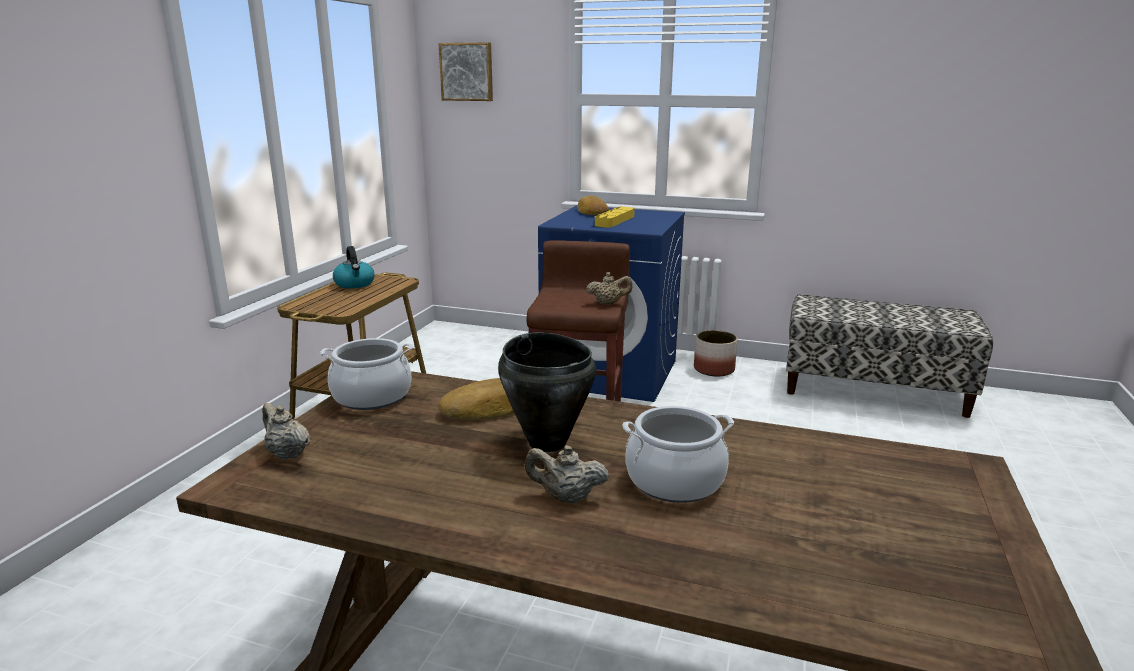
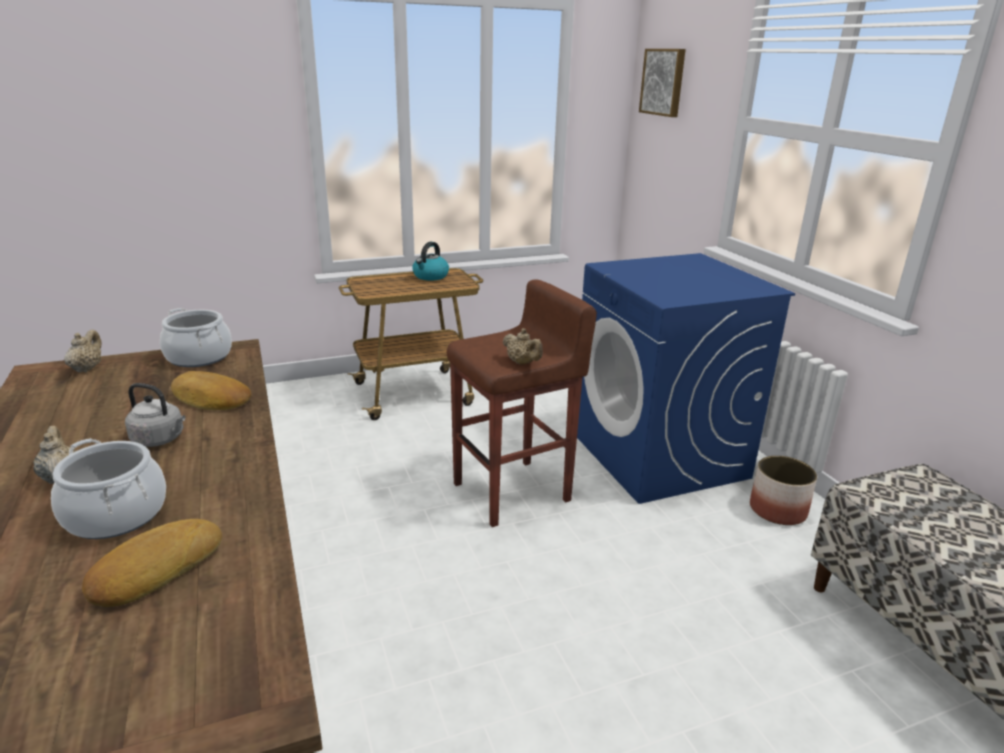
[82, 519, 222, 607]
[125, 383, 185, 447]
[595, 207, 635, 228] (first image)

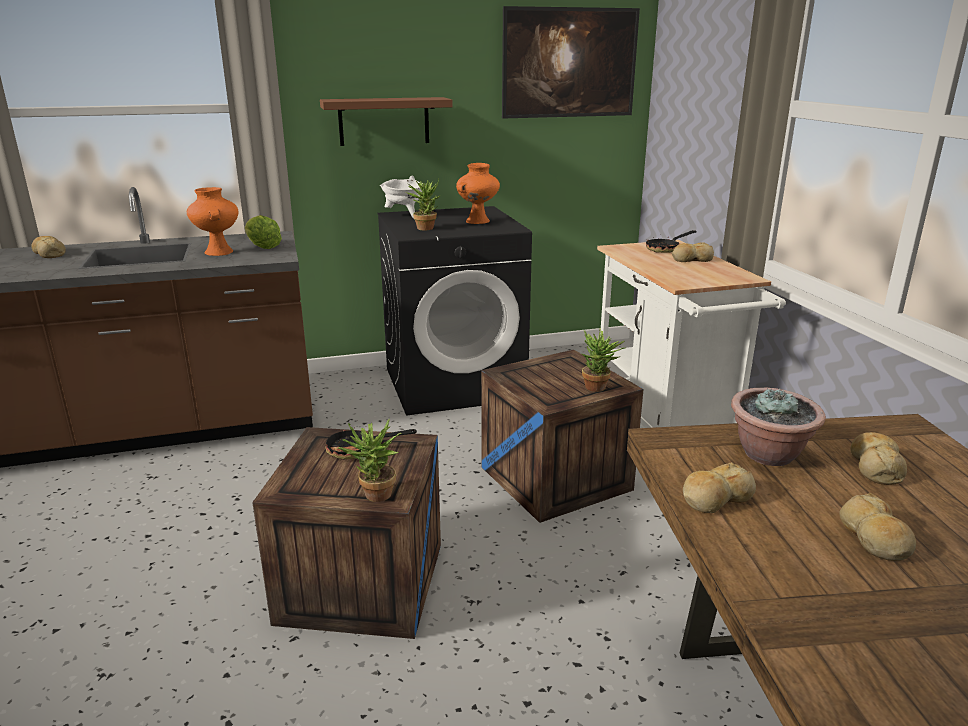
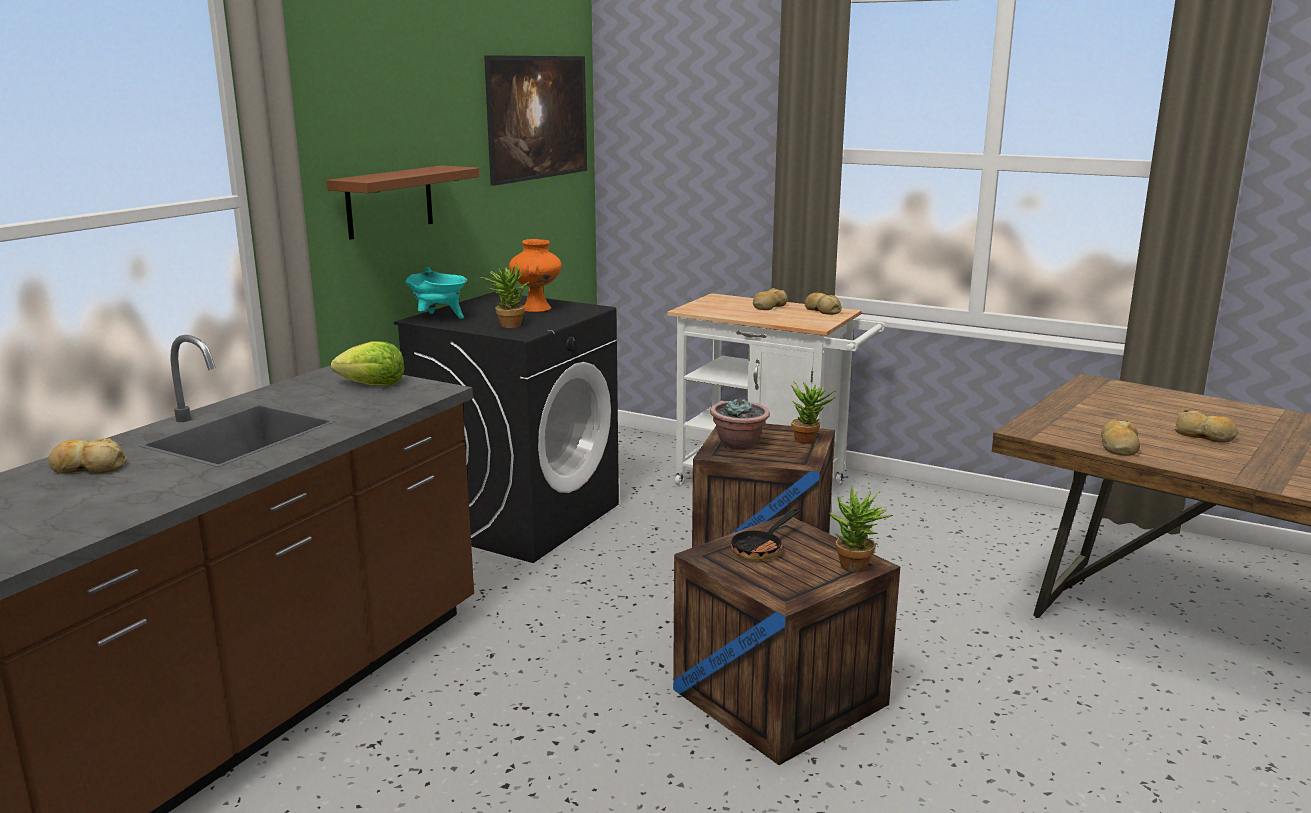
[405, 267, 467, 319]
[710, 399, 770, 450]
[805, 293, 842, 315]
[187, 187, 238, 256] (first image)
[646, 230, 697, 253] (first image)

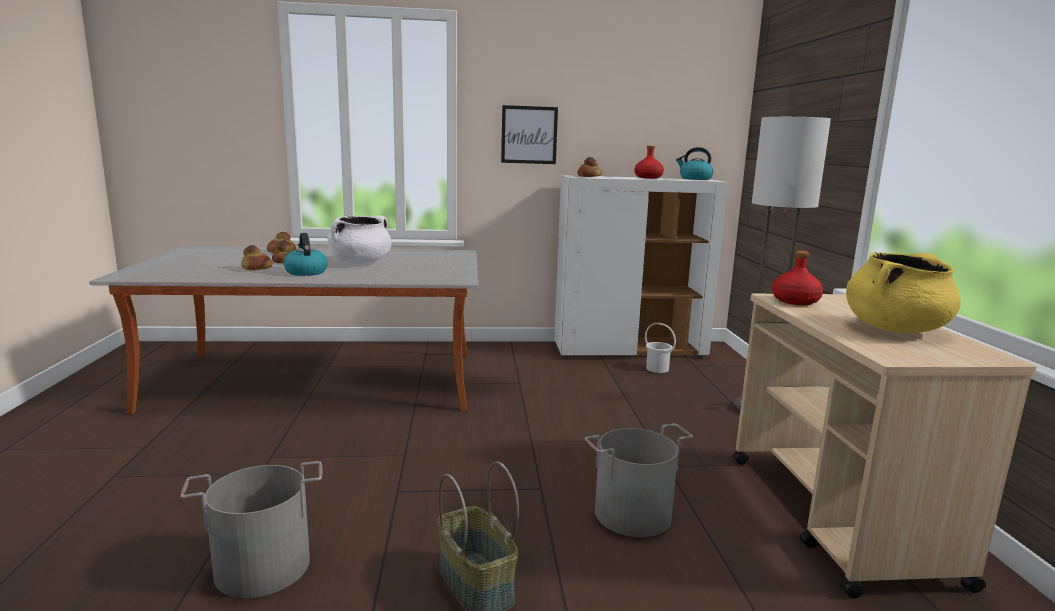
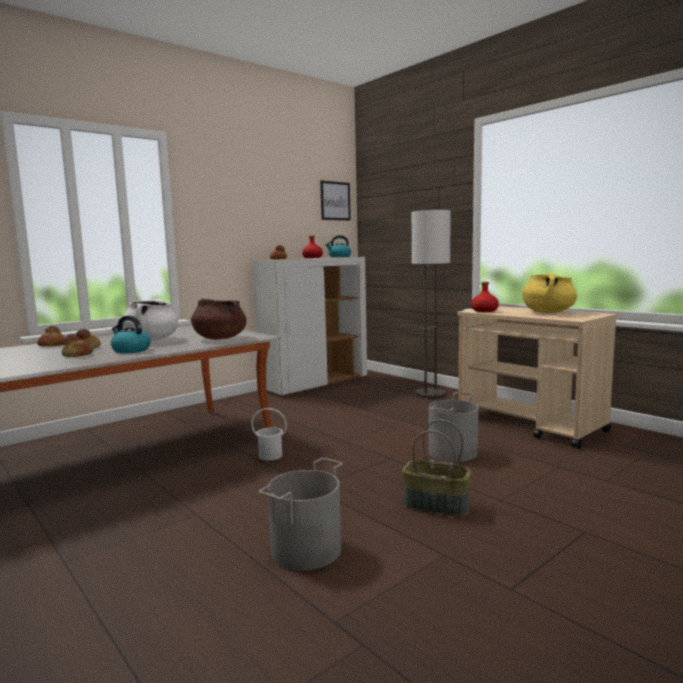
[191, 298, 247, 340]
[251, 408, 287, 460]
[320, 181, 351, 220]

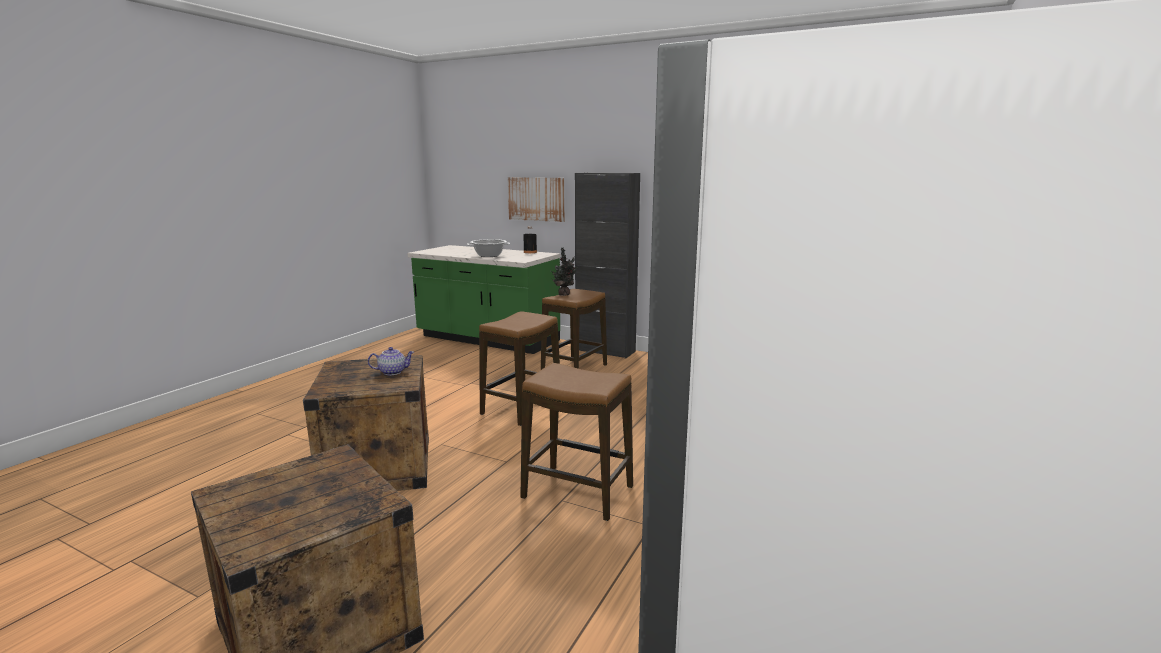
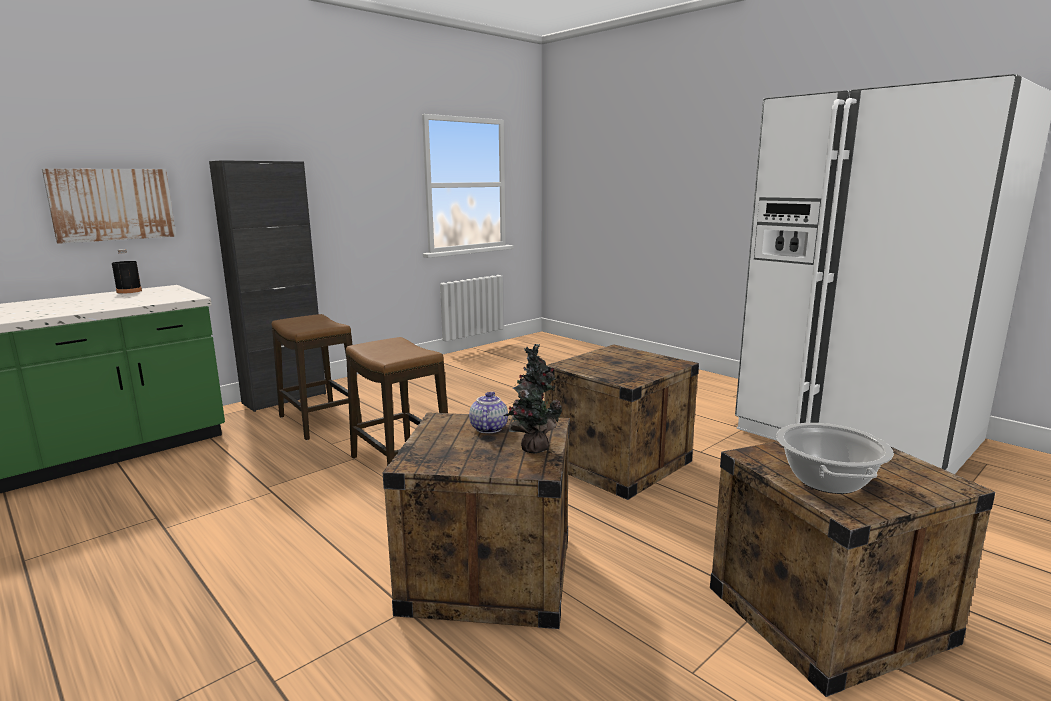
[503, 344, 562, 453]
[544, 344, 699, 500]
[776, 423, 894, 494]

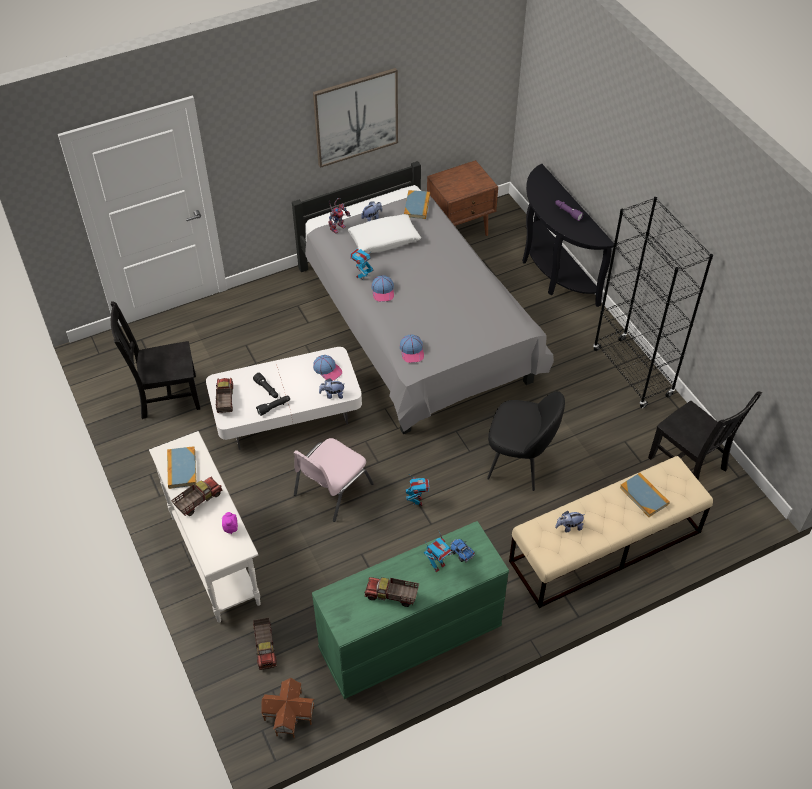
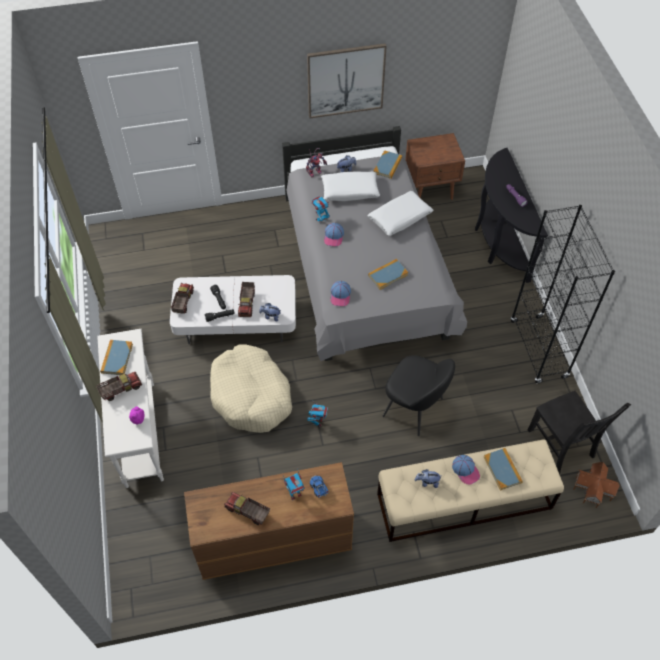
[184, 462, 354, 580]
[210, 345, 292, 433]
[238, 282, 255, 317]
[368, 191, 434, 236]
[368, 259, 408, 290]
[452, 455, 480, 485]
[573, 462, 620, 508]
[111, 301, 200, 419] (first image)

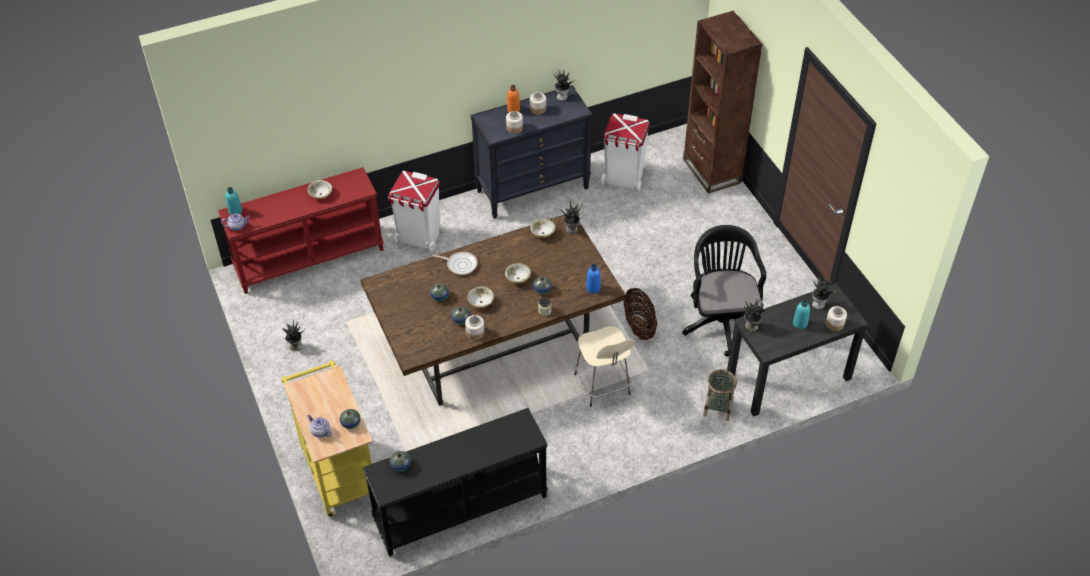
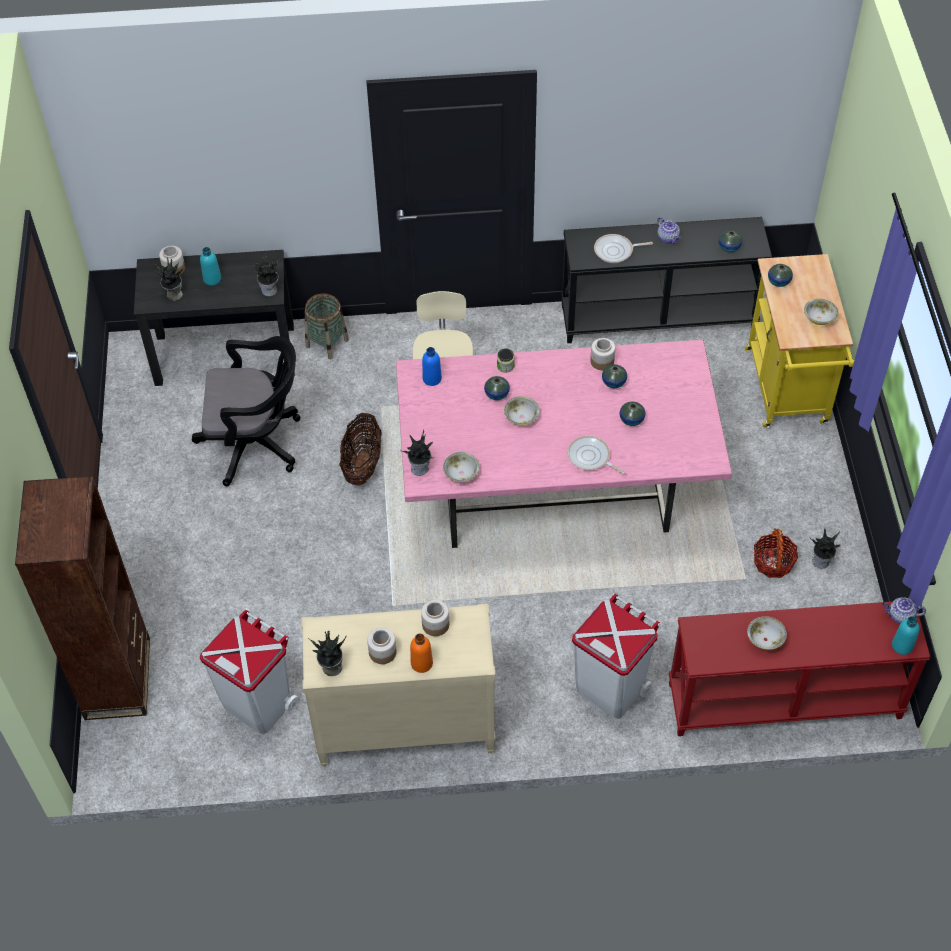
[192, 336, 300, 486]
[301, 604, 496, 766]
[396, 340, 732, 548]
[594, 234, 653, 263]
[657, 217, 681, 244]
[754, 529, 798, 578]
[804, 298, 839, 325]

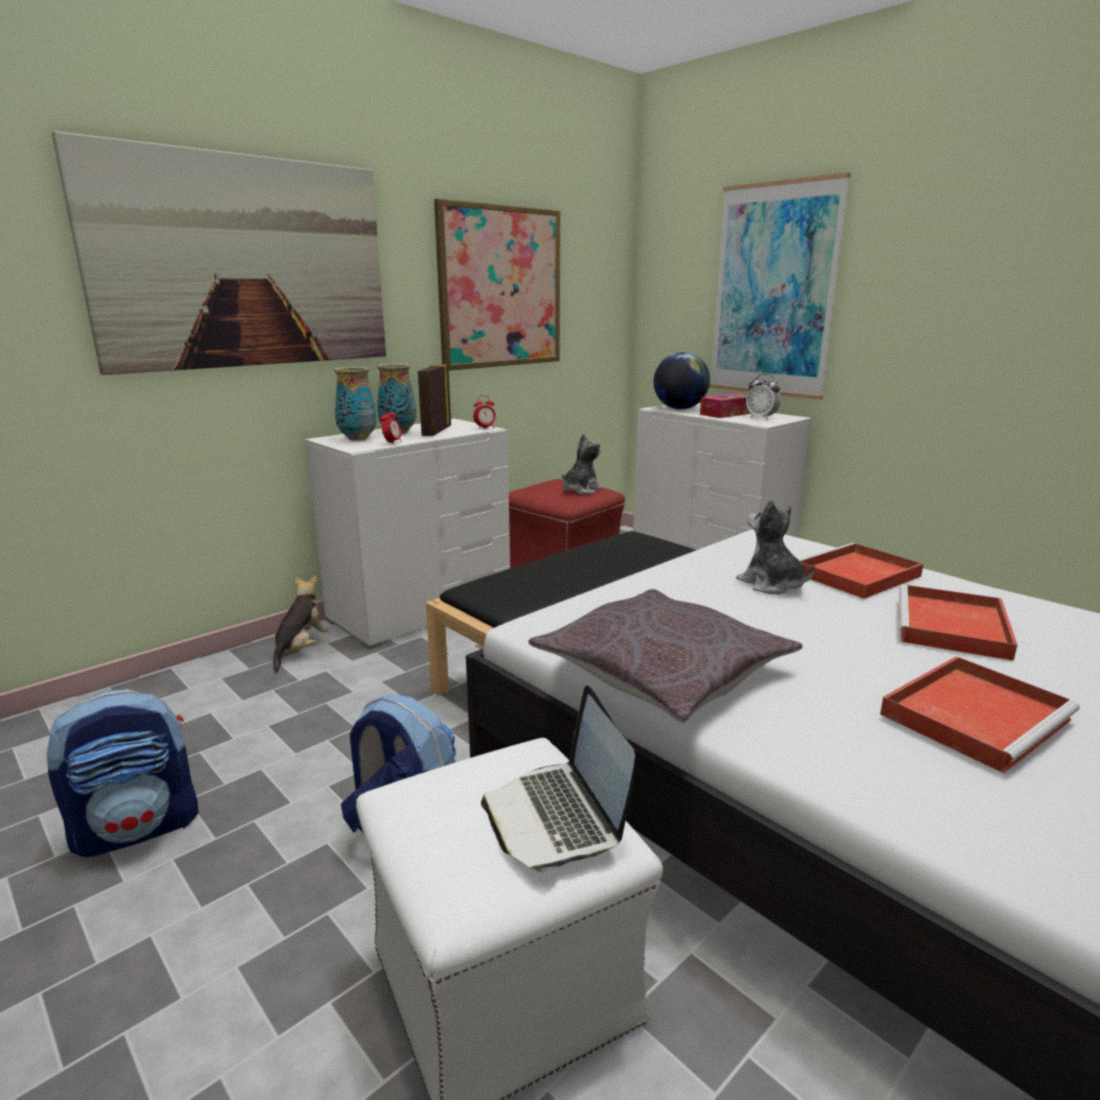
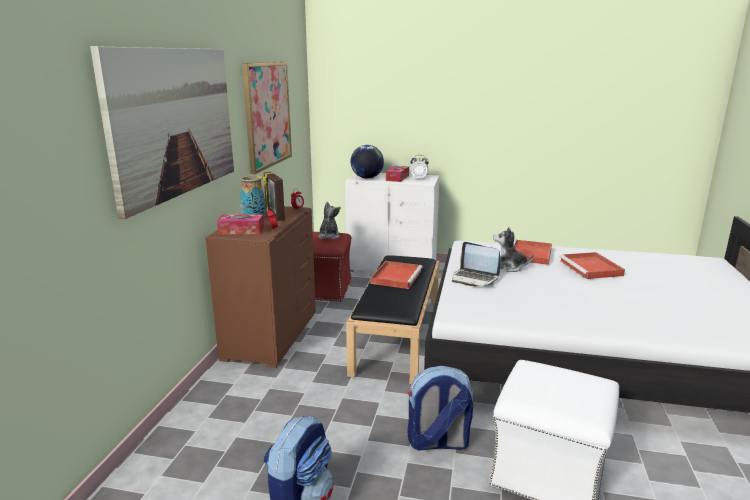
[205, 206, 316, 368]
[217, 215, 264, 234]
[370, 261, 423, 289]
[452, 242, 500, 286]
[273, 575, 329, 673] (first image)
[528, 589, 803, 723] (first image)
[709, 172, 851, 400] (first image)

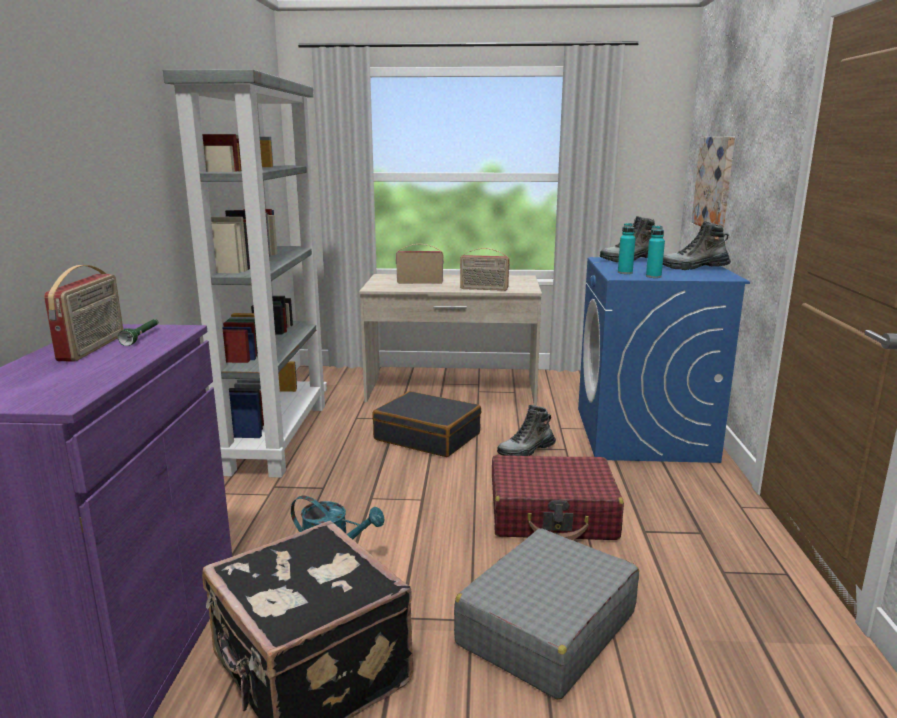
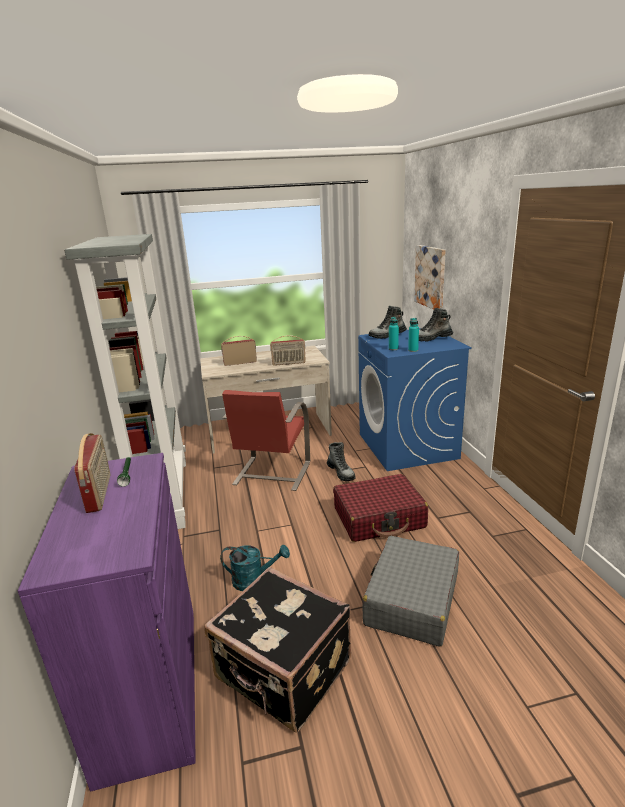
[222, 390, 310, 491]
[327, 442, 356, 481]

